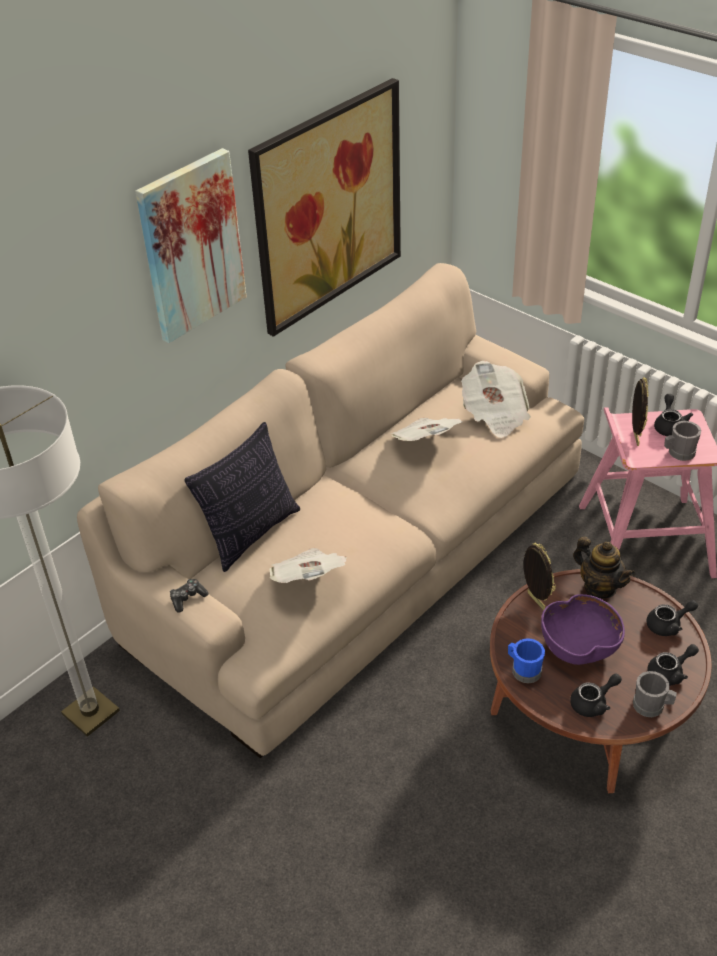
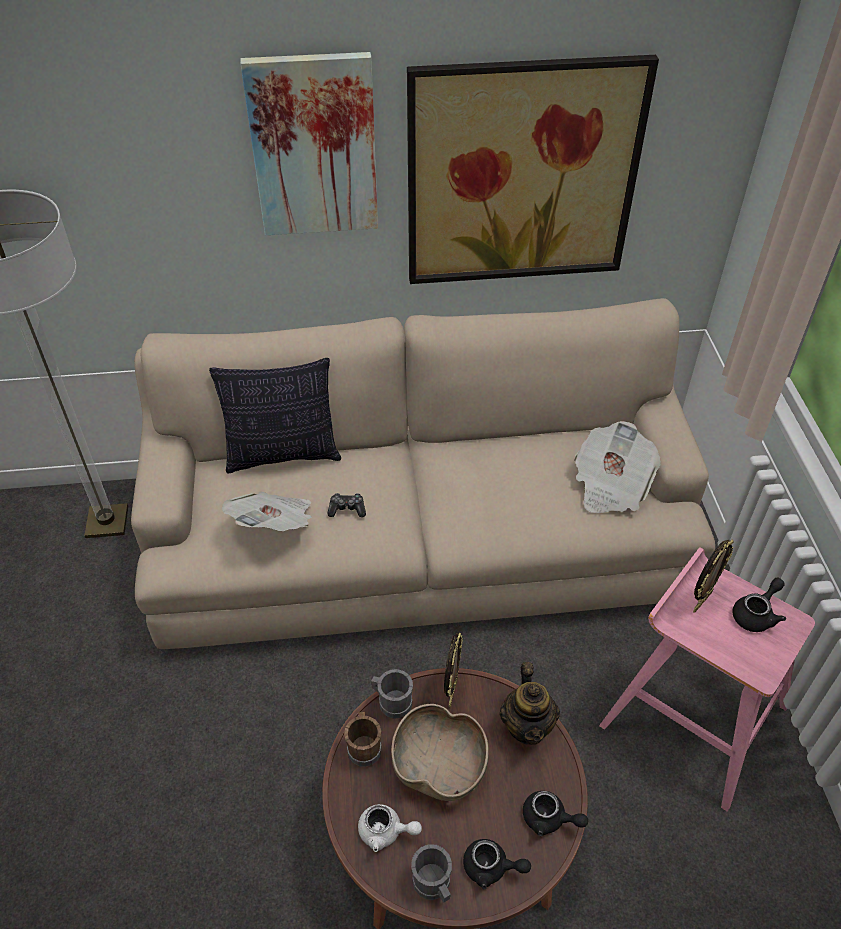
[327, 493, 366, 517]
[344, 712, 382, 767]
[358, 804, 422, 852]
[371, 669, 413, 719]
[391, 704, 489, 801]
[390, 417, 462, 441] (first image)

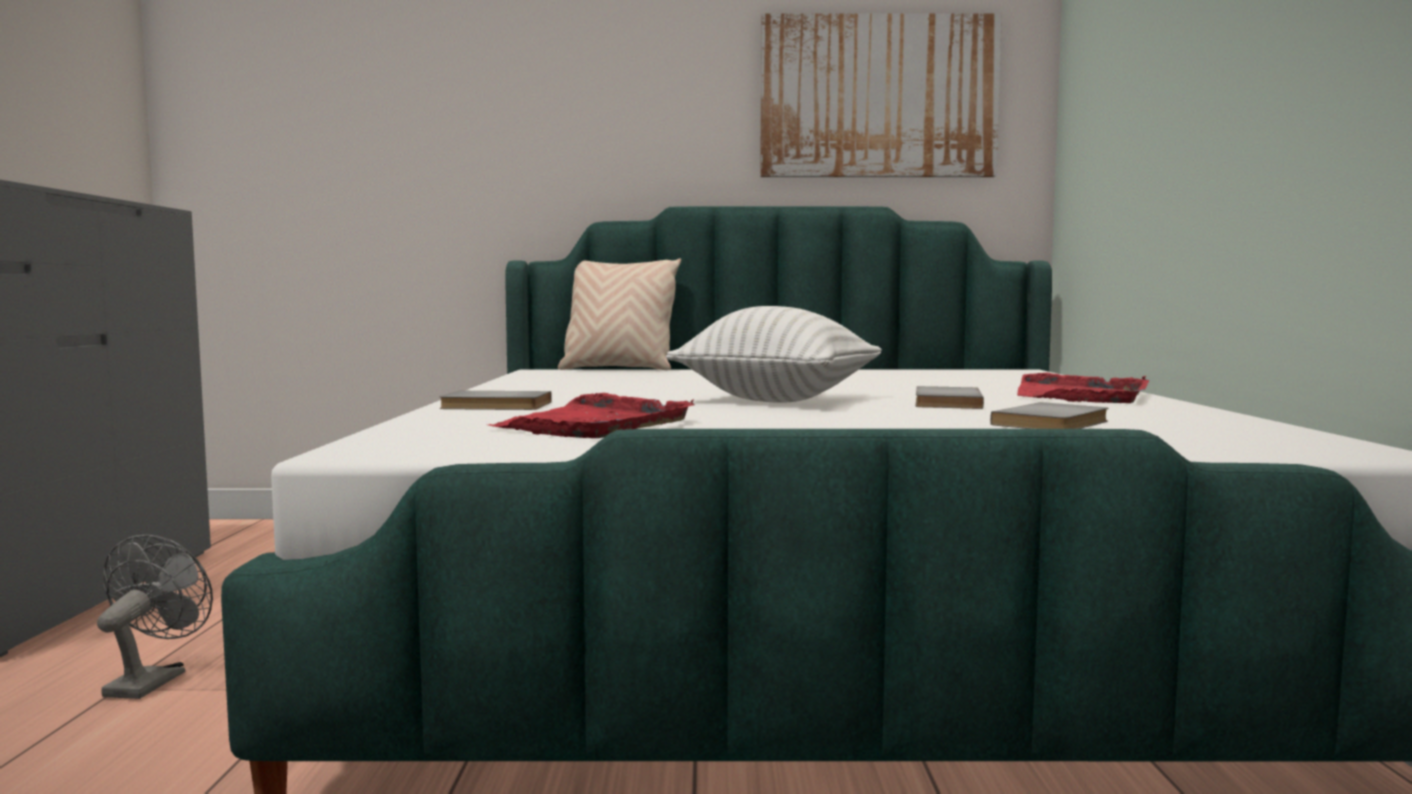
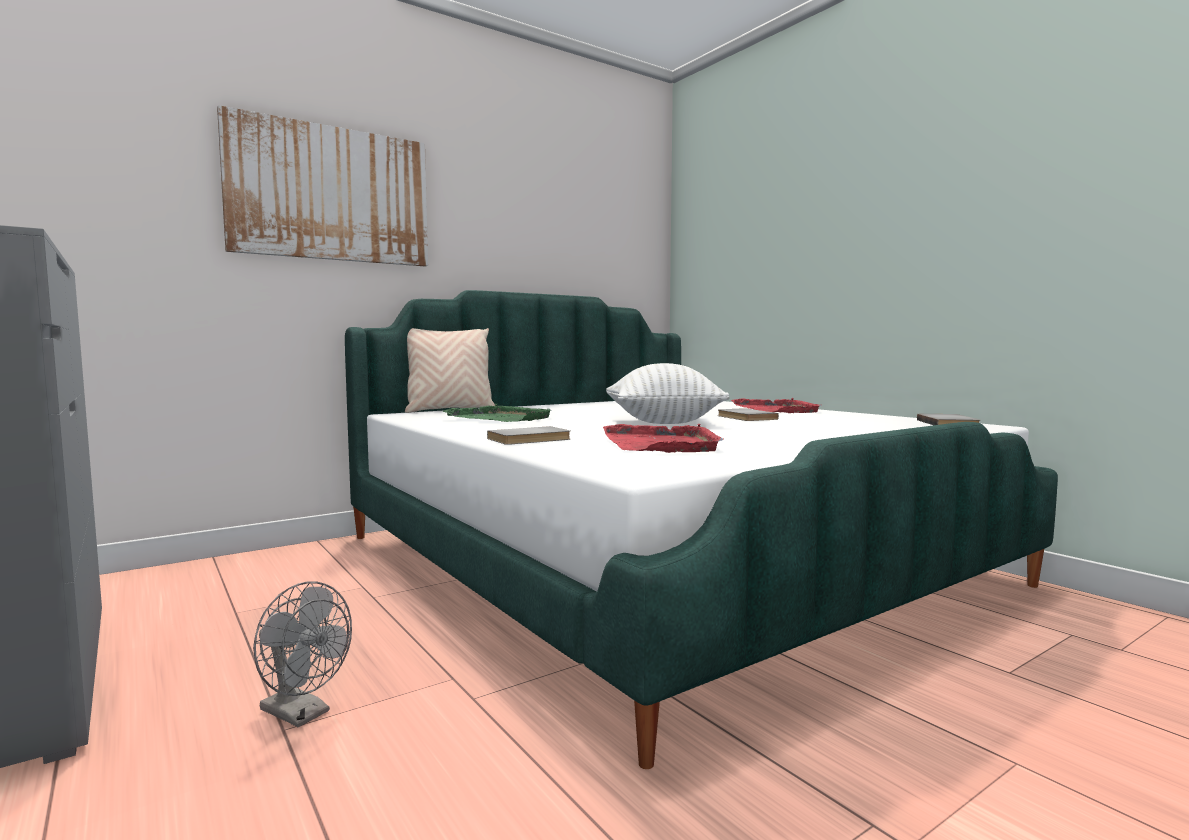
[217, 105, 428, 267]
[253, 581, 352, 727]
[443, 404, 551, 422]
[917, 414, 980, 425]

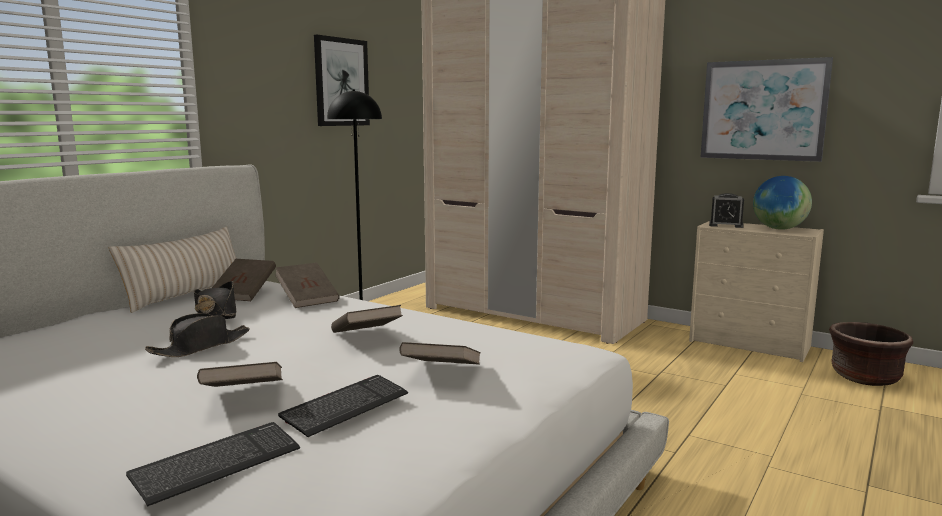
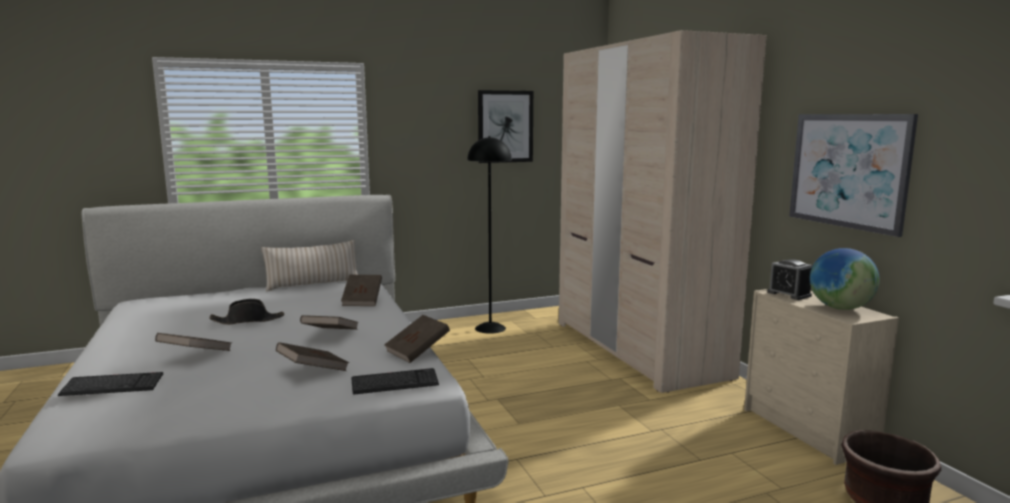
[351, 368, 439, 395]
[384, 315, 450, 363]
[194, 281, 236, 319] (first image)

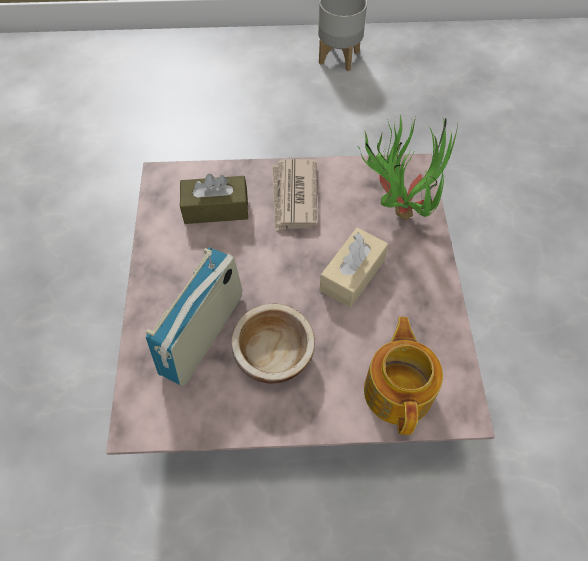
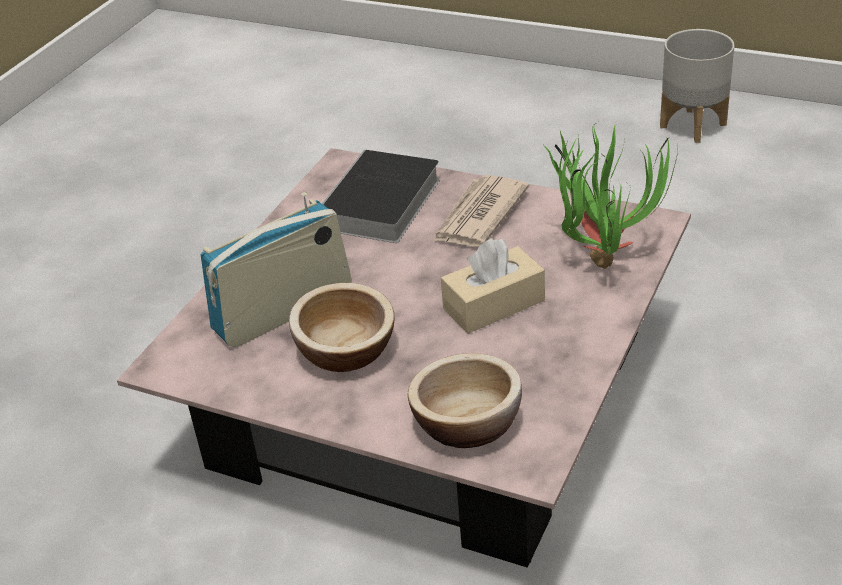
[322, 150, 440, 243]
[408, 353, 522, 448]

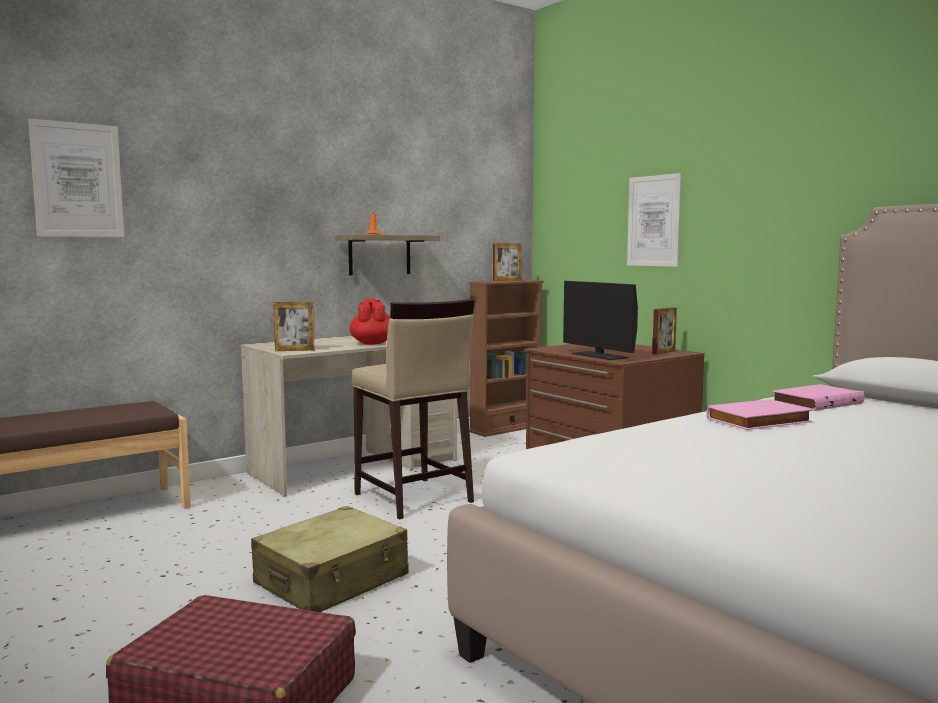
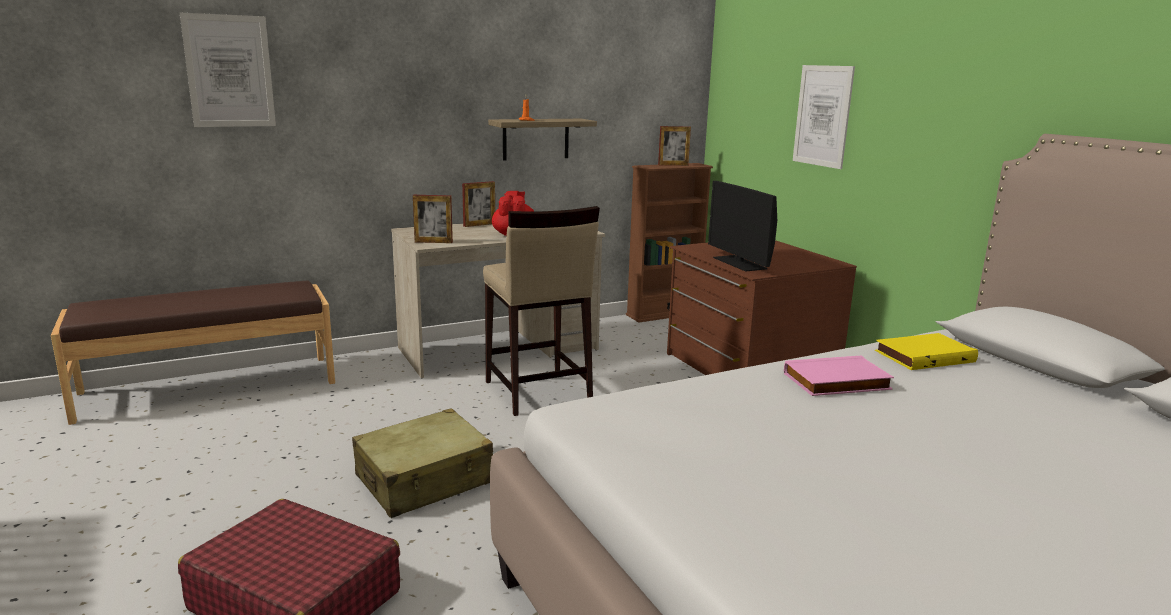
[462, 181, 495, 227]
[875, 333, 978, 370]

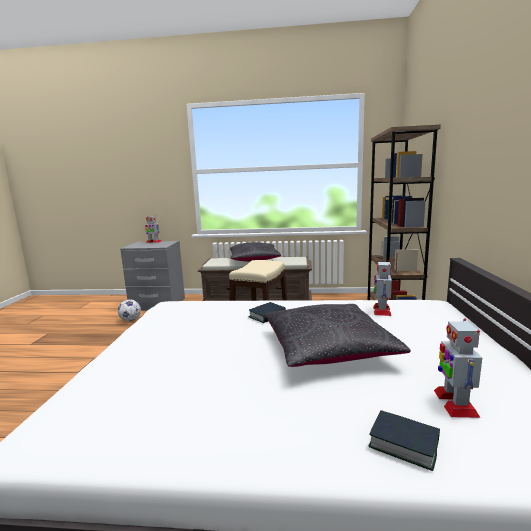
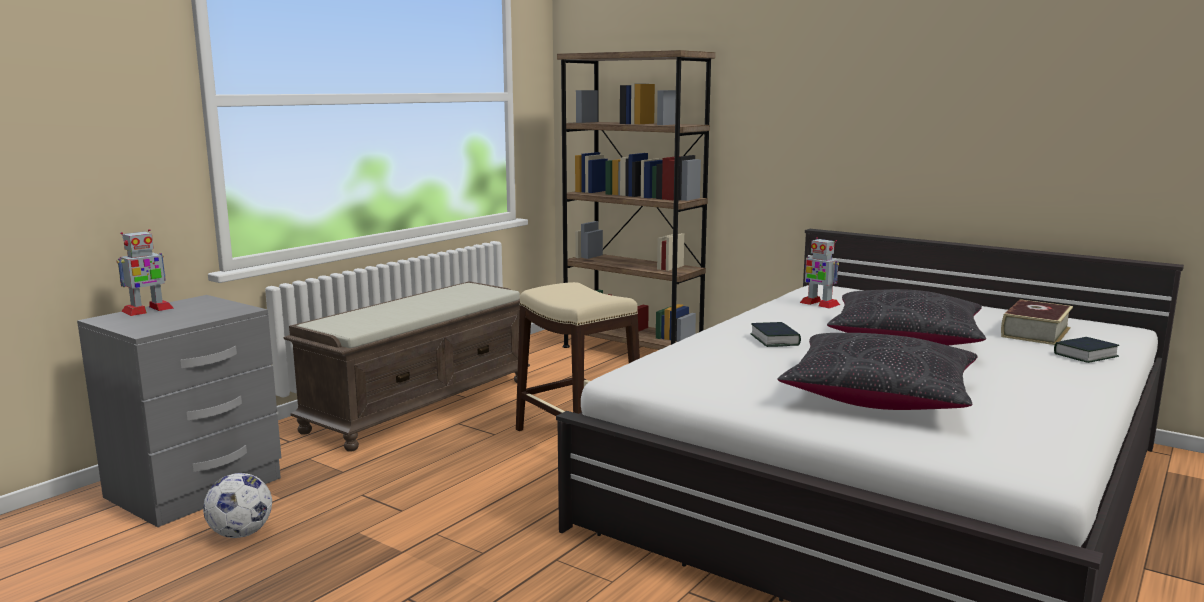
[778, 333, 977, 410]
[1001, 299, 1073, 345]

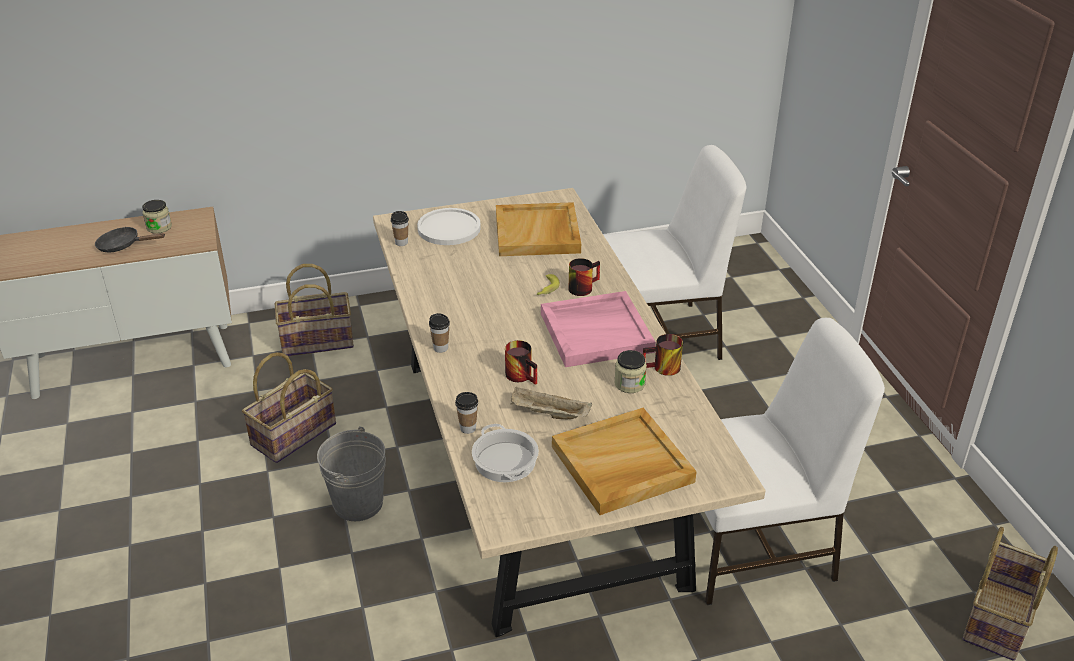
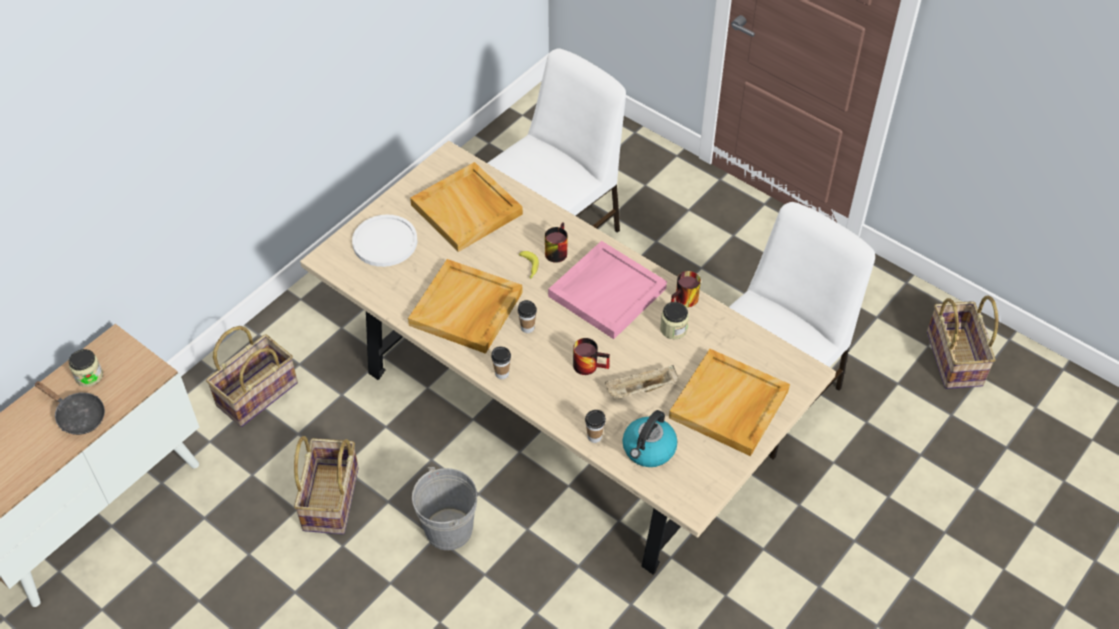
[34, 381, 105, 435]
[408, 259, 523, 354]
[518, 300, 537, 333]
[622, 410, 677, 467]

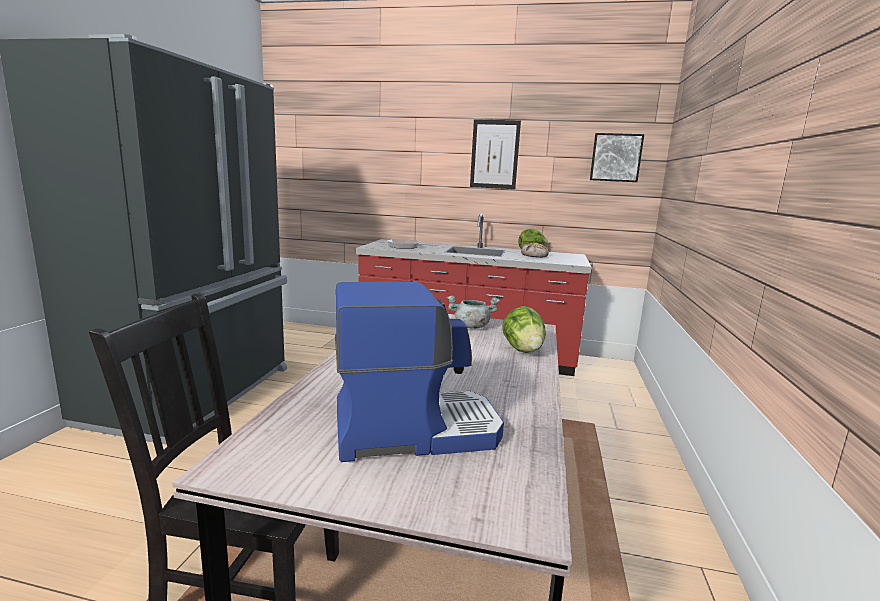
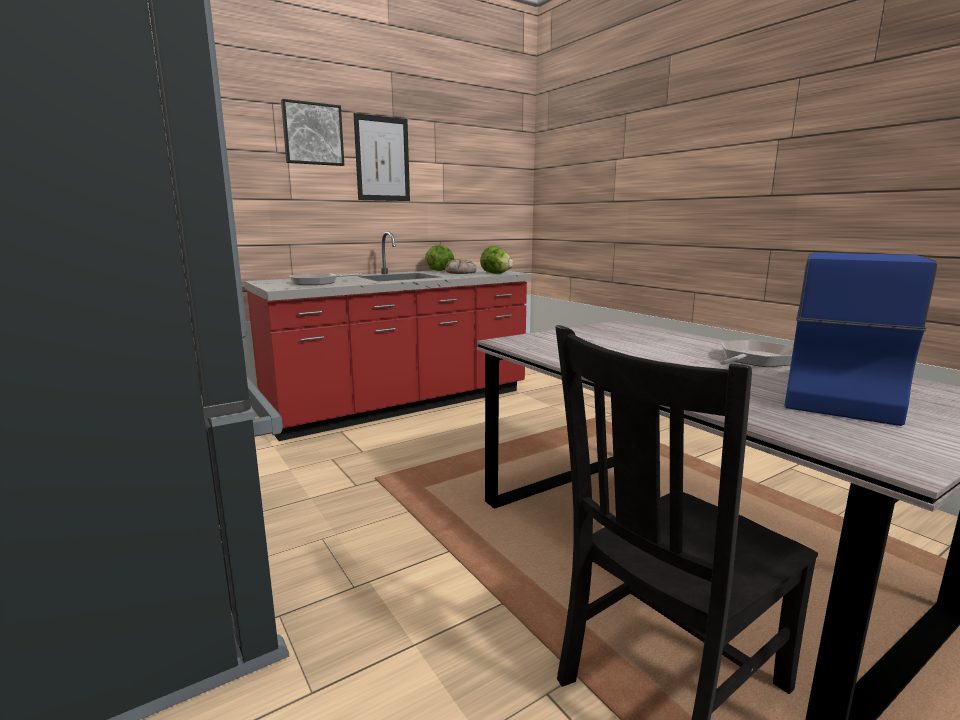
[281, 99, 344, 166]
[480, 246, 513, 274]
[720, 340, 793, 367]
[447, 296, 500, 329] (first image)

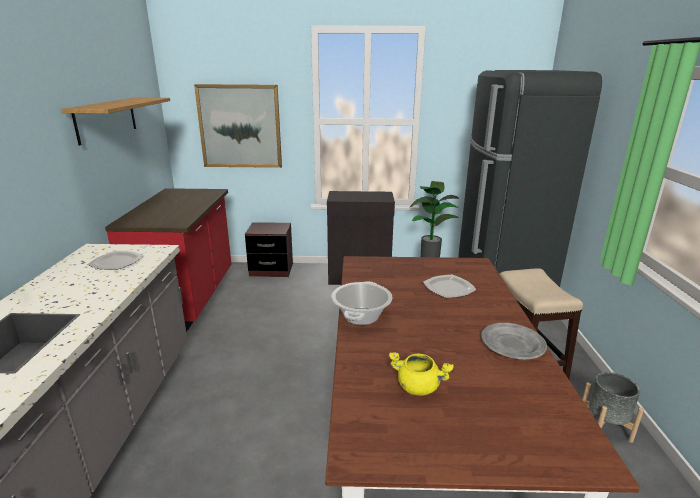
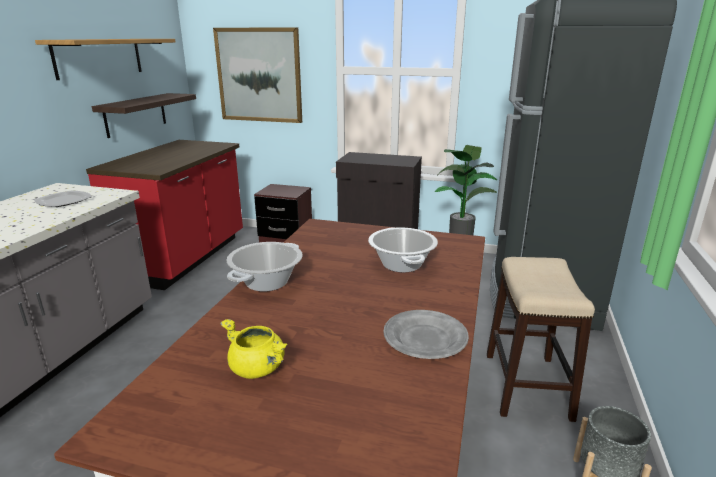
[92, 93, 196, 138]
[368, 227, 438, 273]

